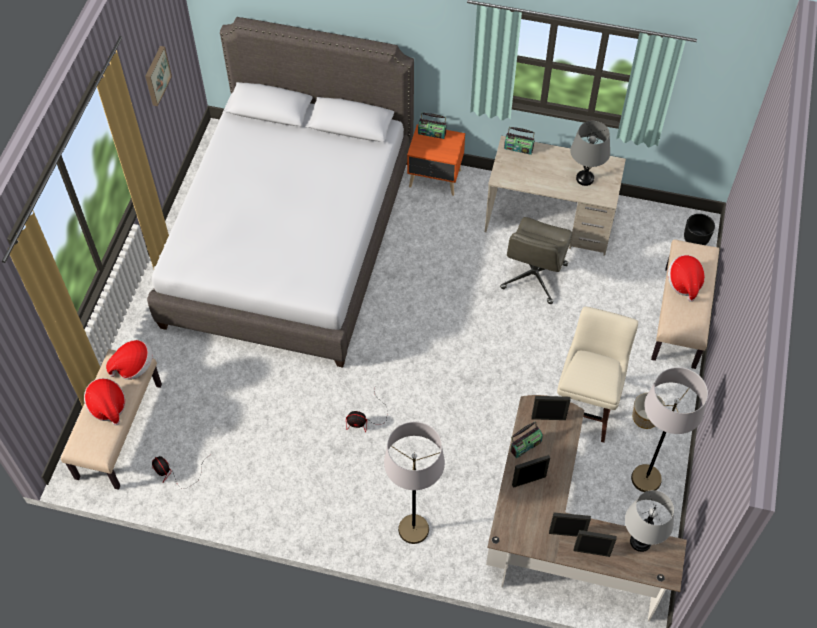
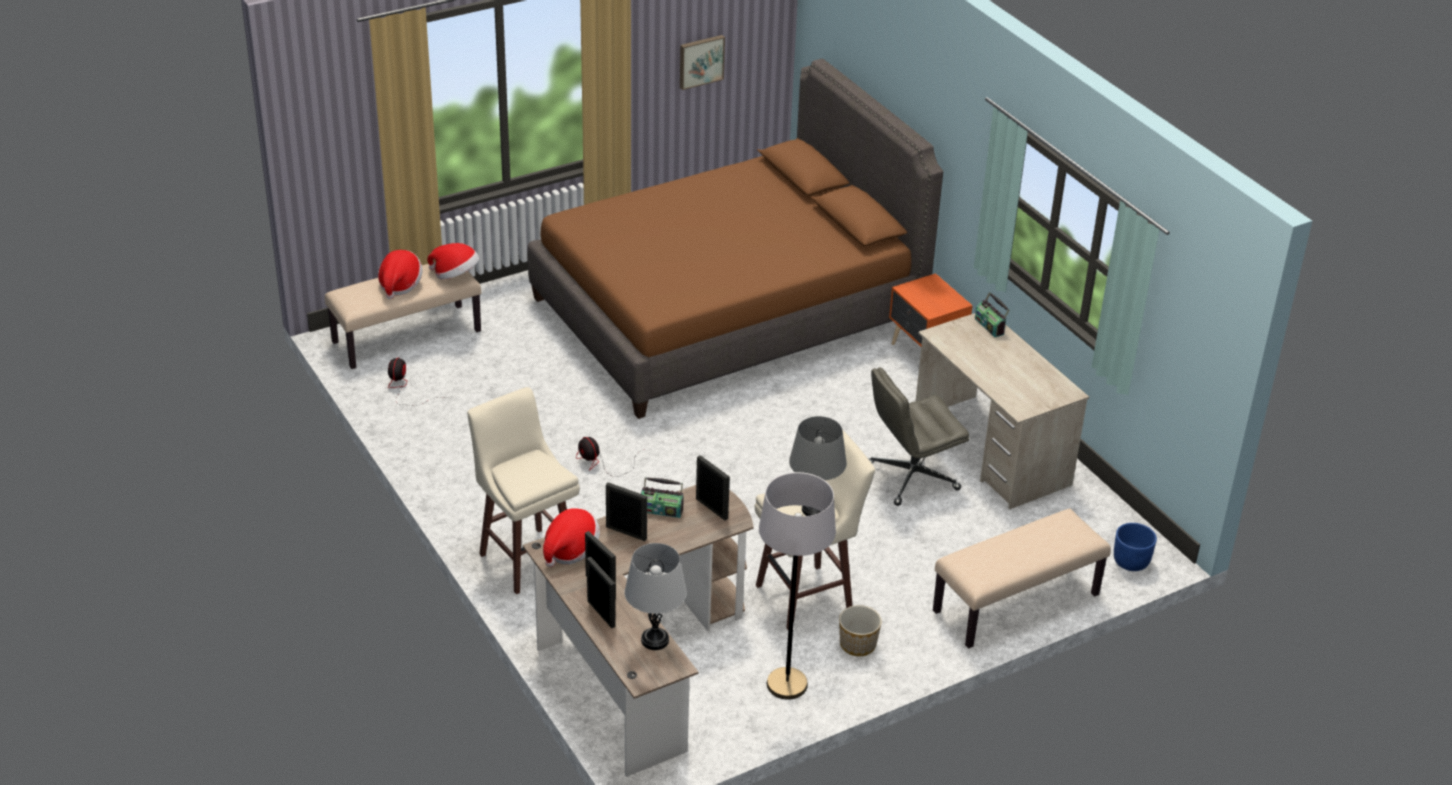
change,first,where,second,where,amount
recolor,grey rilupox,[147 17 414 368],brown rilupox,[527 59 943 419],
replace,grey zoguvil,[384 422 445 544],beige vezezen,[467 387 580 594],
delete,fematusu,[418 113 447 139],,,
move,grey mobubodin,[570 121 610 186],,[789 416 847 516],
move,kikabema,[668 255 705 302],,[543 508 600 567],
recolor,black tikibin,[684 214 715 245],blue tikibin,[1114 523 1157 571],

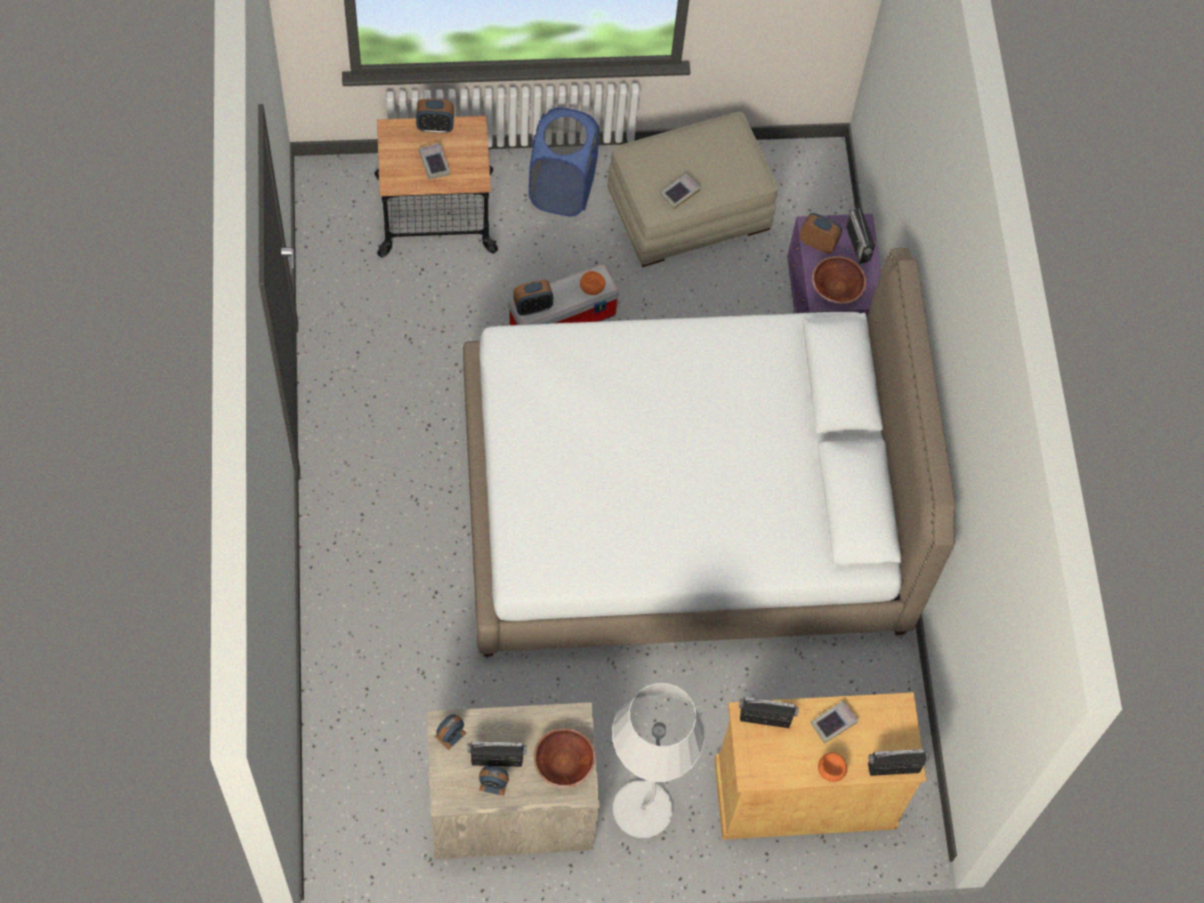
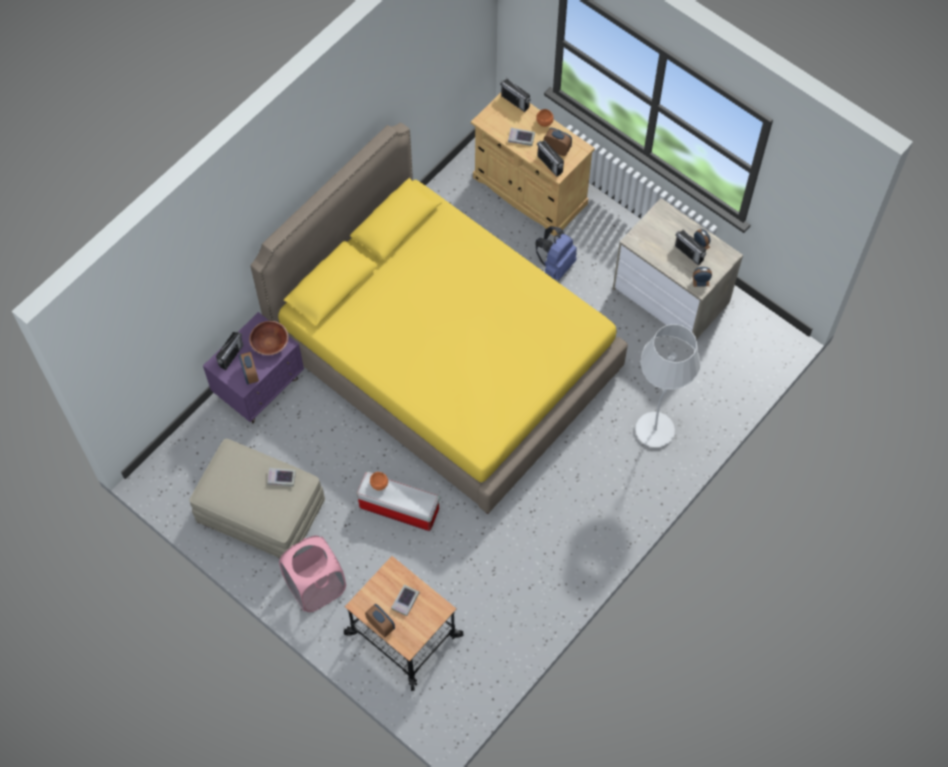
change,first,where,second,where,amount
recolor,white rilupox,[463 248 956 657],yellow rilupox,[250 123 628 514],
move,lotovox,[513 280 553 316],,[544 128 572 156],
recolor,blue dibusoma,[529 107 599 217],pink dibusoma,[279 536 346 612],
delete,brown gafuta,[534 728 596 788],,,
move,white zoguvil,[612 683 705 838],,[636 324 701 448],
insert,,,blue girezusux,[535 226 577 280],

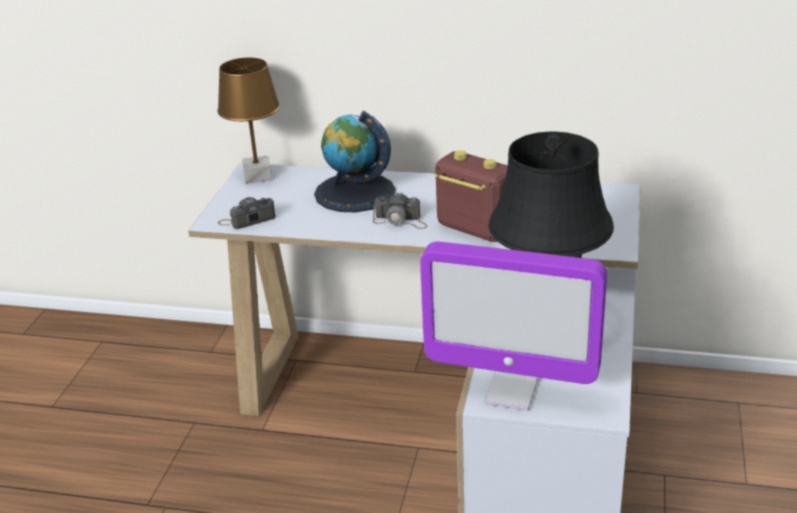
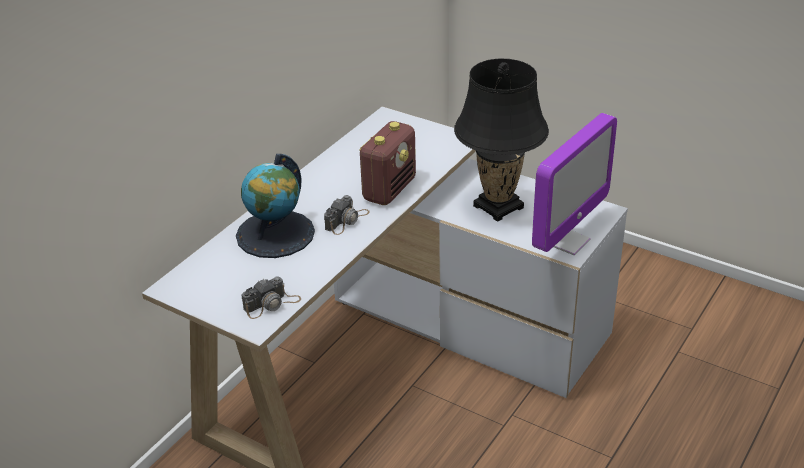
change,first,where,second,where,amount
delete,brown mobubodin,[217 58 280 183],,,
rotate,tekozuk,[218 197 276 229],,[242 276 301 319],120 degrees counterclockwise
rotate,fematusu,[435 150 508 242],,[359 121 416 205],150 degrees clockwise

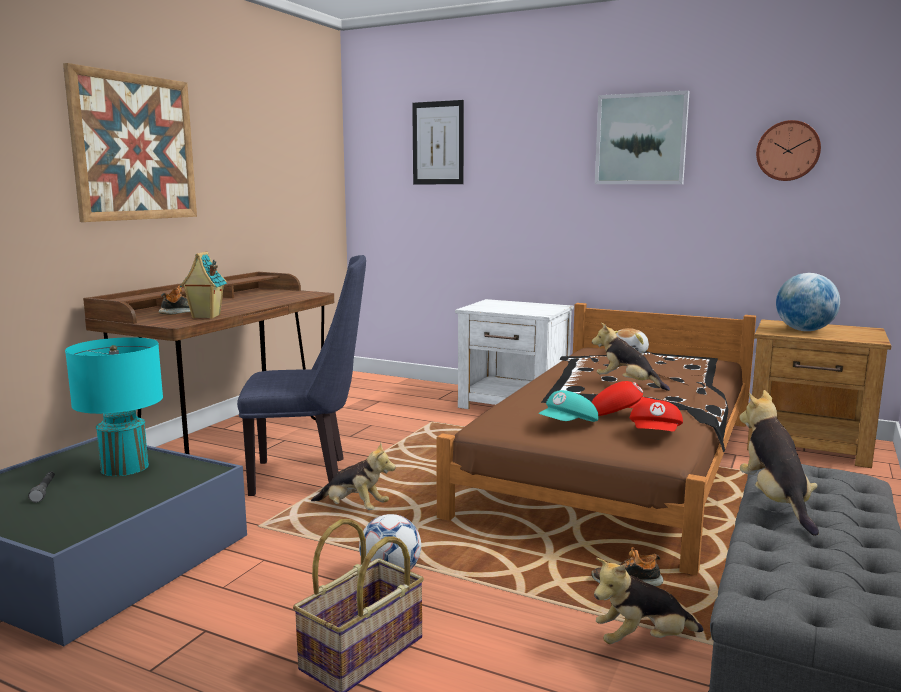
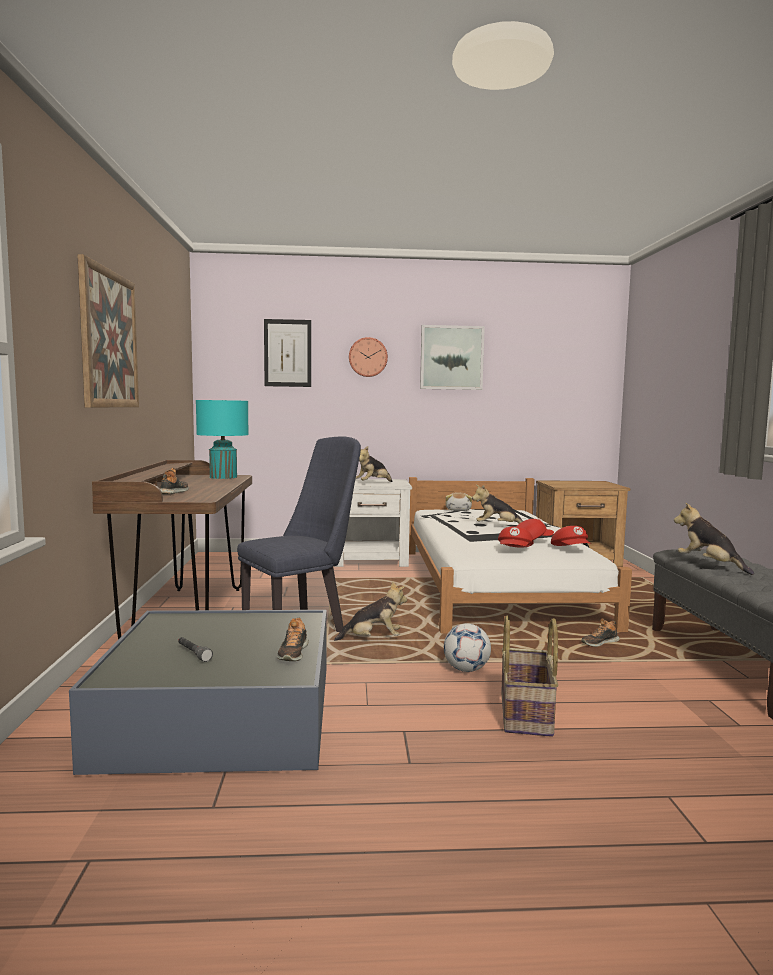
change,first,where,second,where,amount
move,turquoise mobubodin,[65 337 163 476],,[196 400 249 479],
delete,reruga,[180 251 227 319],,,
recolor,brown rilupox,[436 303 756 576],white rilupox,[409 477 632 633],
recolor,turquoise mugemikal,[538 390 598 422],red mugemikal,[498 526 534 548],
move,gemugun,[594 558 703 644],,[356 446 392 482],
move,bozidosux,[756 120 821 181],,[349 337 388 377],
delete,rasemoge,[776 273 840 331],,,
insert,,,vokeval,[277 618 309 661],

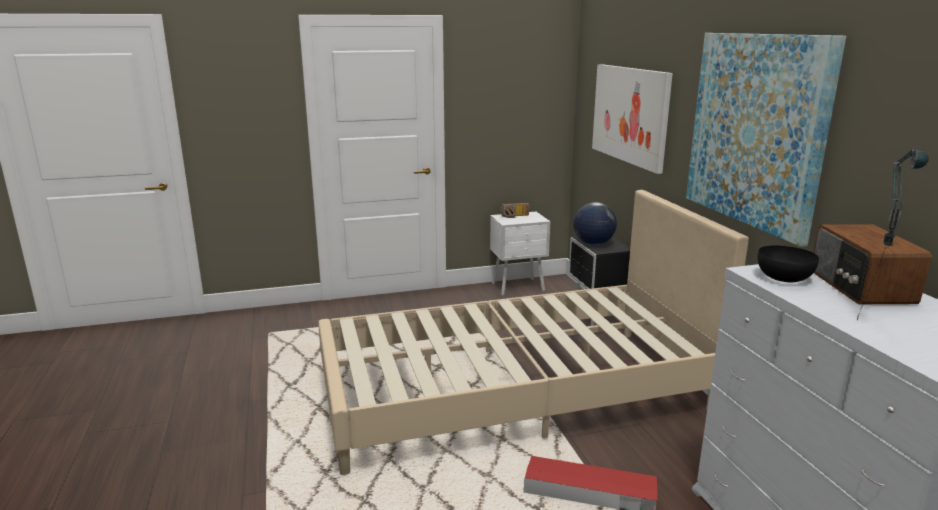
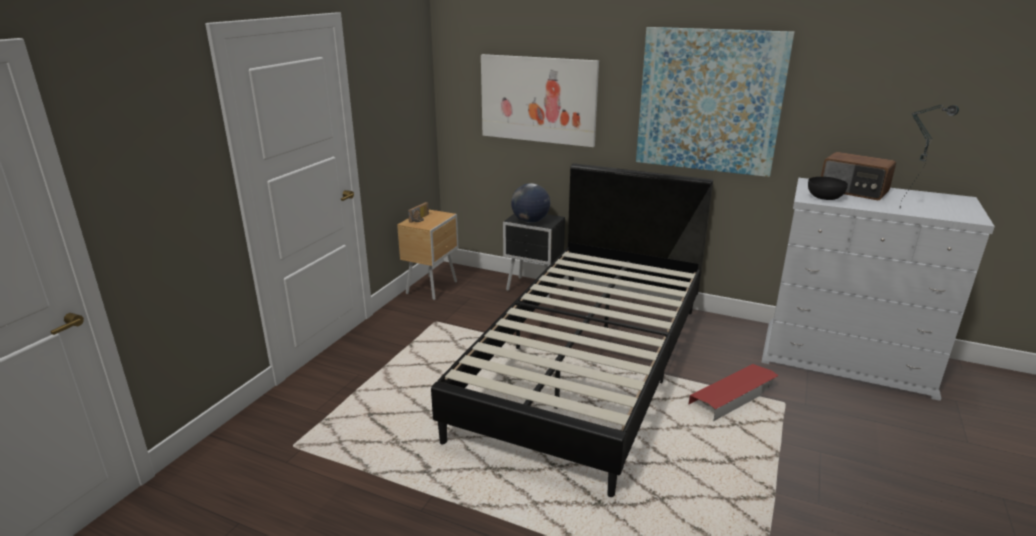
change,first,where,second,where,amount
recolor,beige rilupox,[318 190 749 475],black rilupox,[431 163 713 497],
recolor,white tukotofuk,[490 212 550 296],brown tukotofuk,[397 210 458 300],

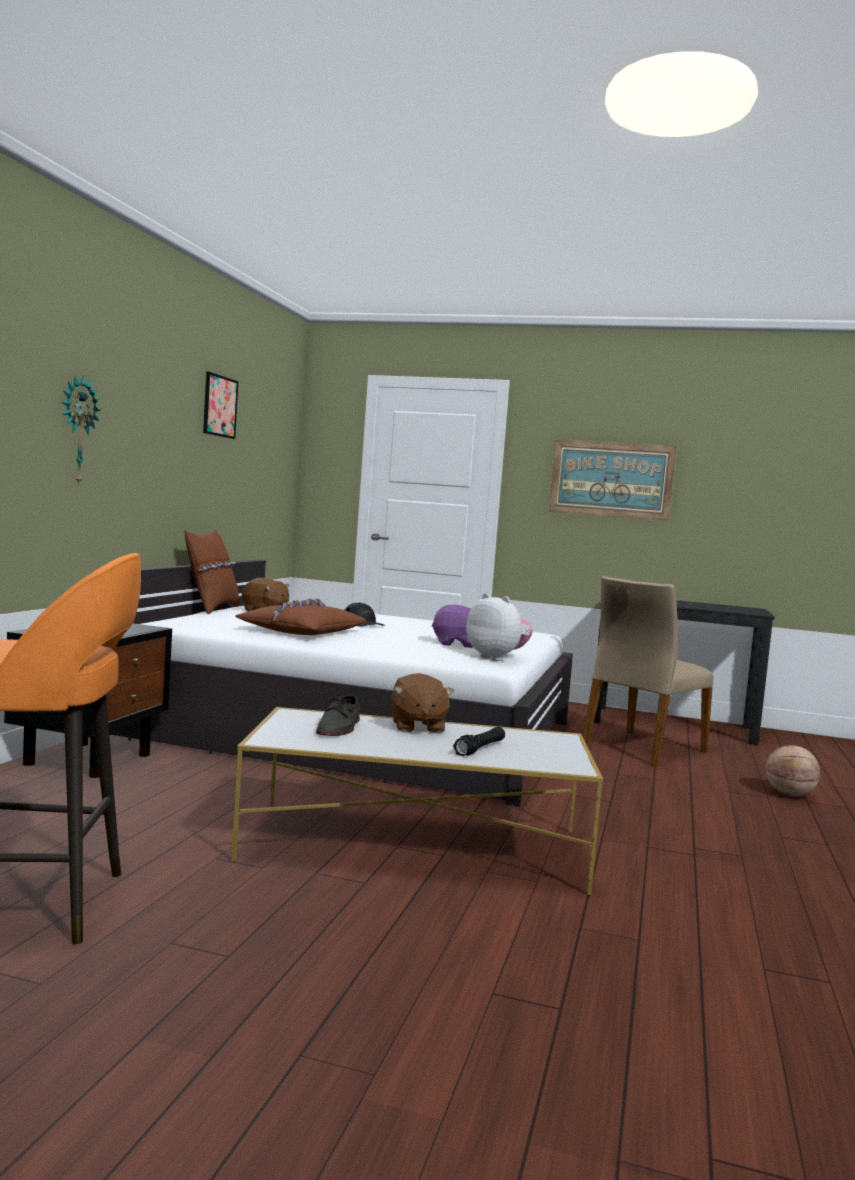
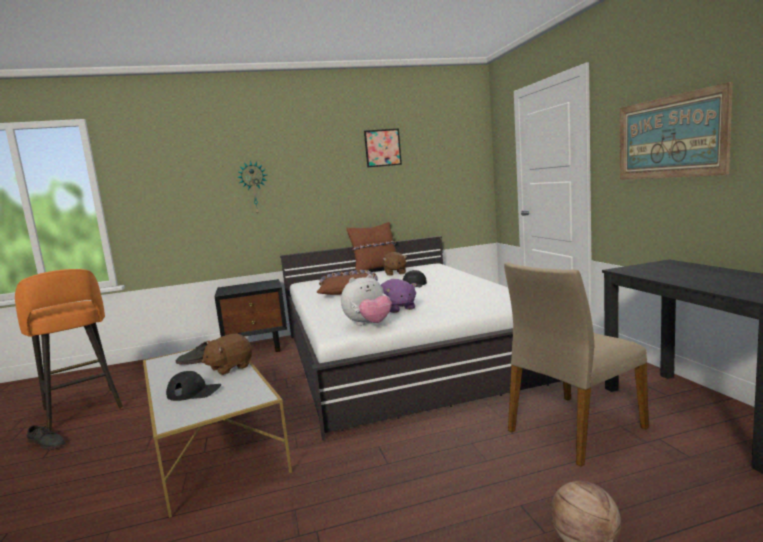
change,first,where,second,where,amount
replace,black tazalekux,[453 727 505 756],black mugemikal,[166 371 221 401],
rotate,gemugun,[466 593 533 661],,[341 274 392 326],45 degrees clockwise
rotate,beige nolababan,[583 576 713 767],,[504 262 649 466],45 degrees counterclockwise
insert,,,grey vokeval,[26 425 65 450],

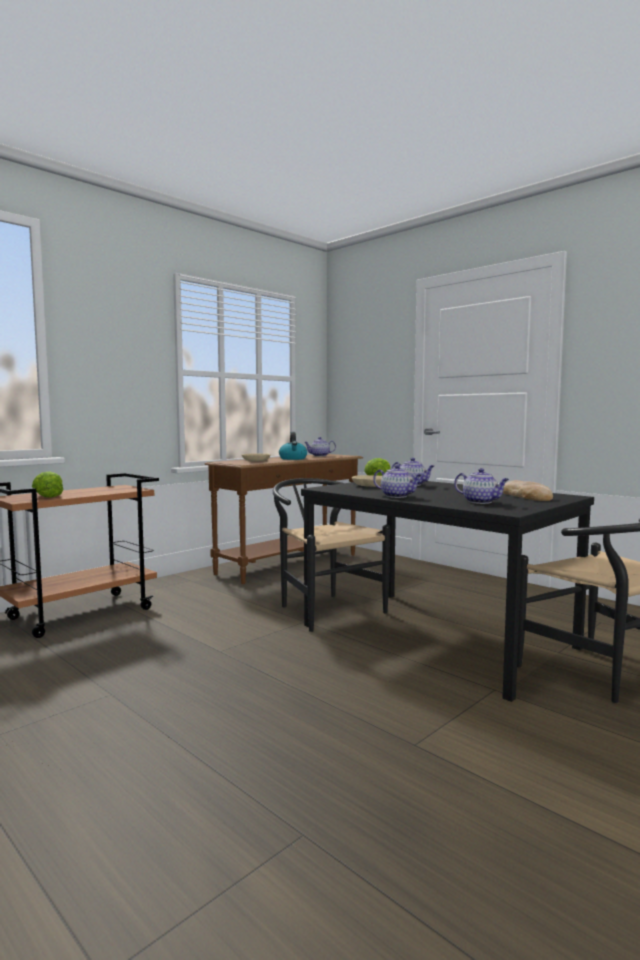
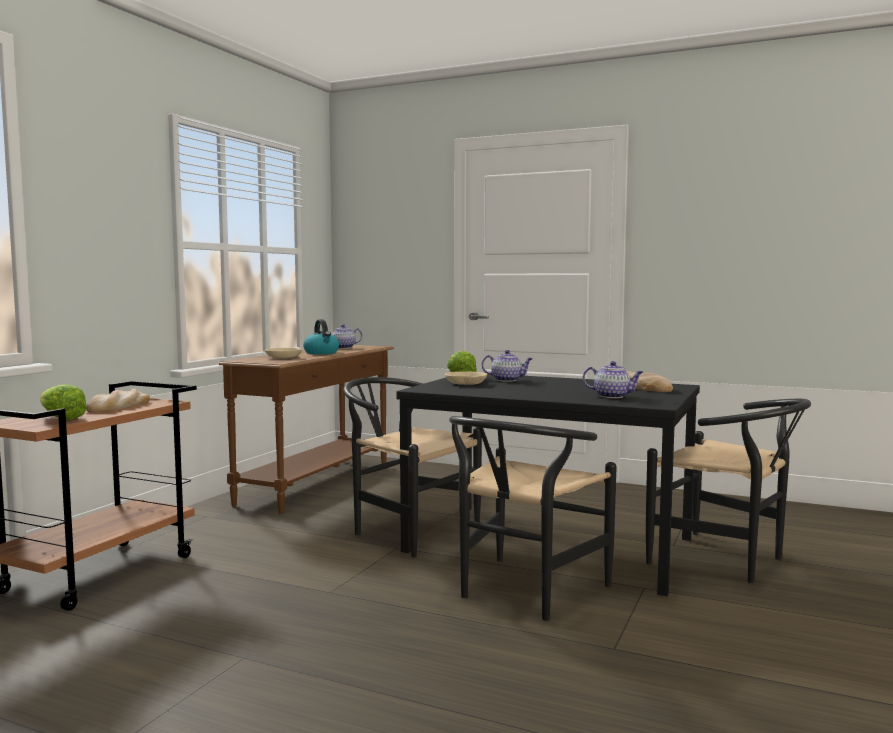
change,first,where,second,where,amount
delete,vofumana,[373 465 422 498],,,
insert,,,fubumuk,[86 388 150 413],
insert,,,black nolababan,[449 416 617 621],

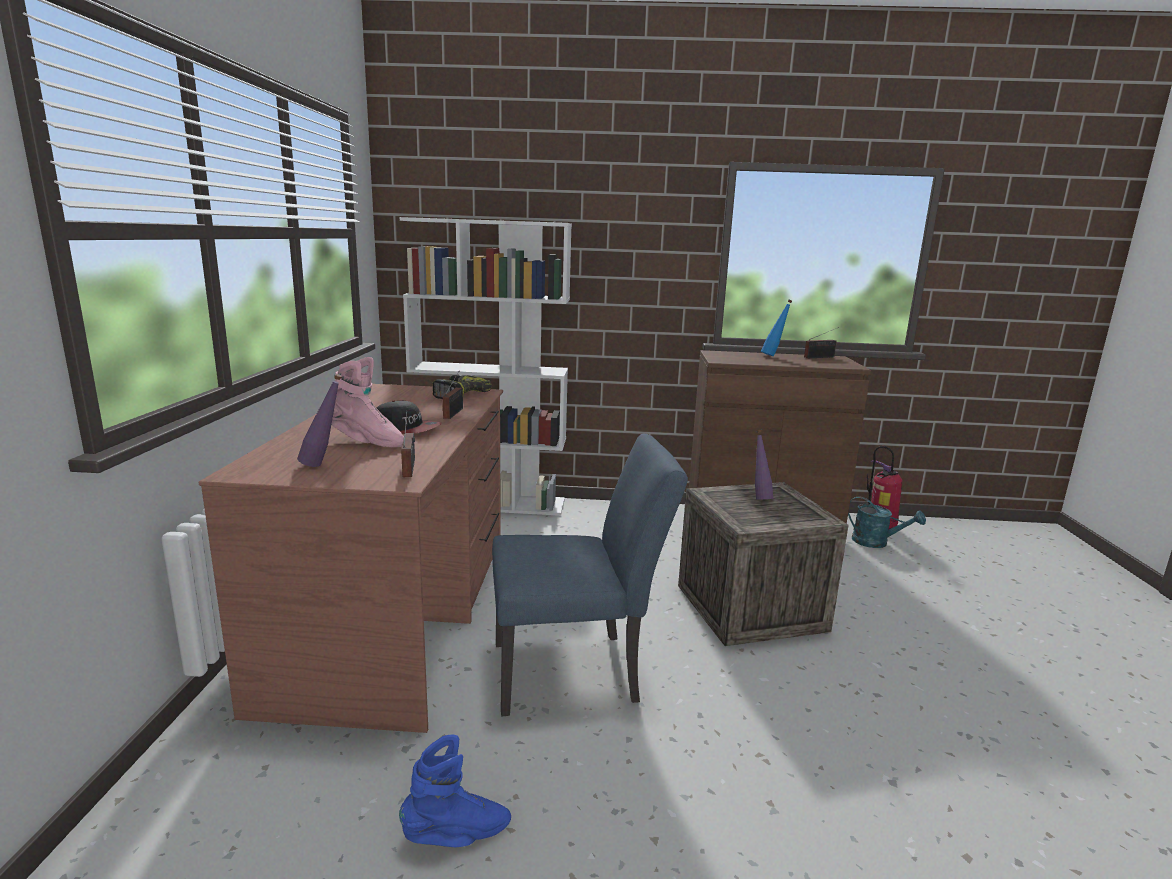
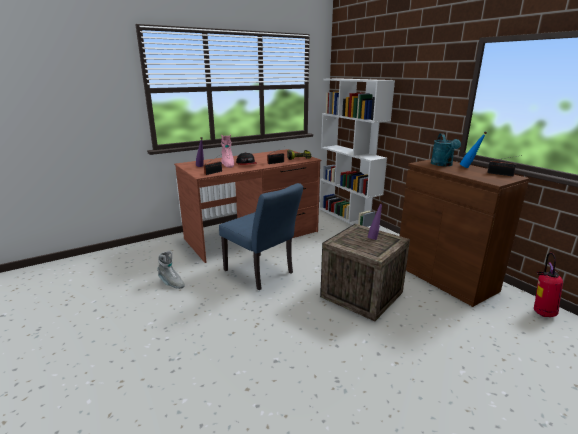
change,first,where,second,where,amount
recolor,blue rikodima,[399 734 511 847],grey rikodima,[157 251 184 289],
move,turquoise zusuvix,[848 496 926 548],,[431 133 461 166],

